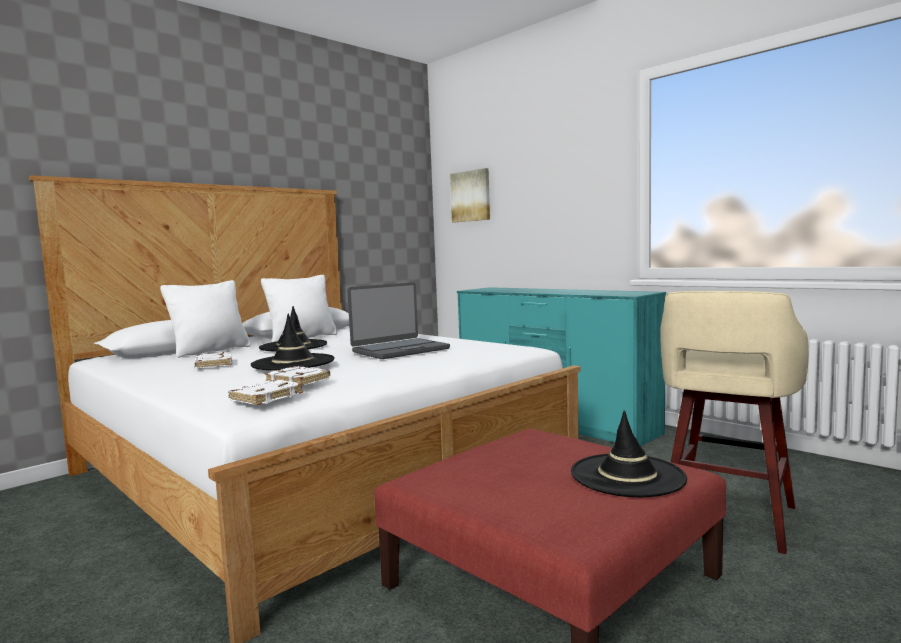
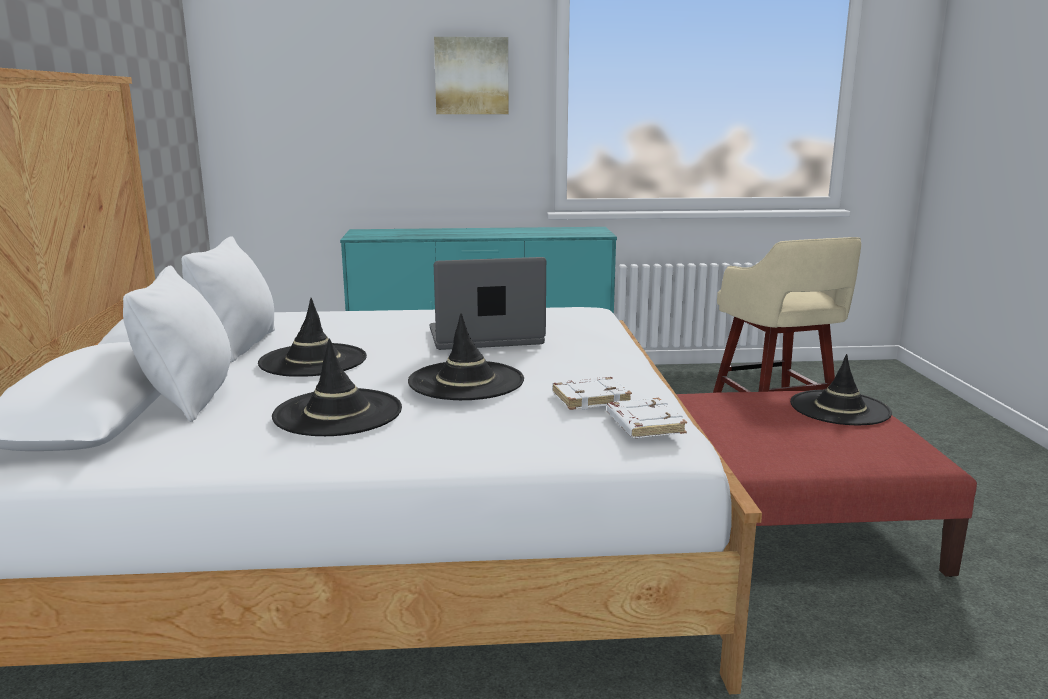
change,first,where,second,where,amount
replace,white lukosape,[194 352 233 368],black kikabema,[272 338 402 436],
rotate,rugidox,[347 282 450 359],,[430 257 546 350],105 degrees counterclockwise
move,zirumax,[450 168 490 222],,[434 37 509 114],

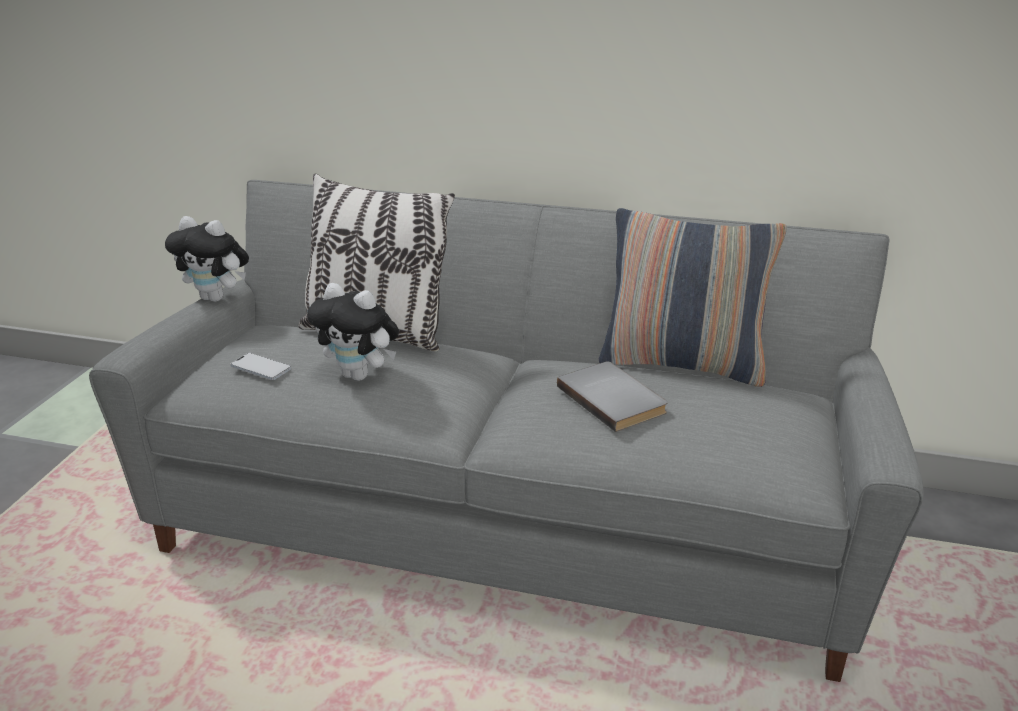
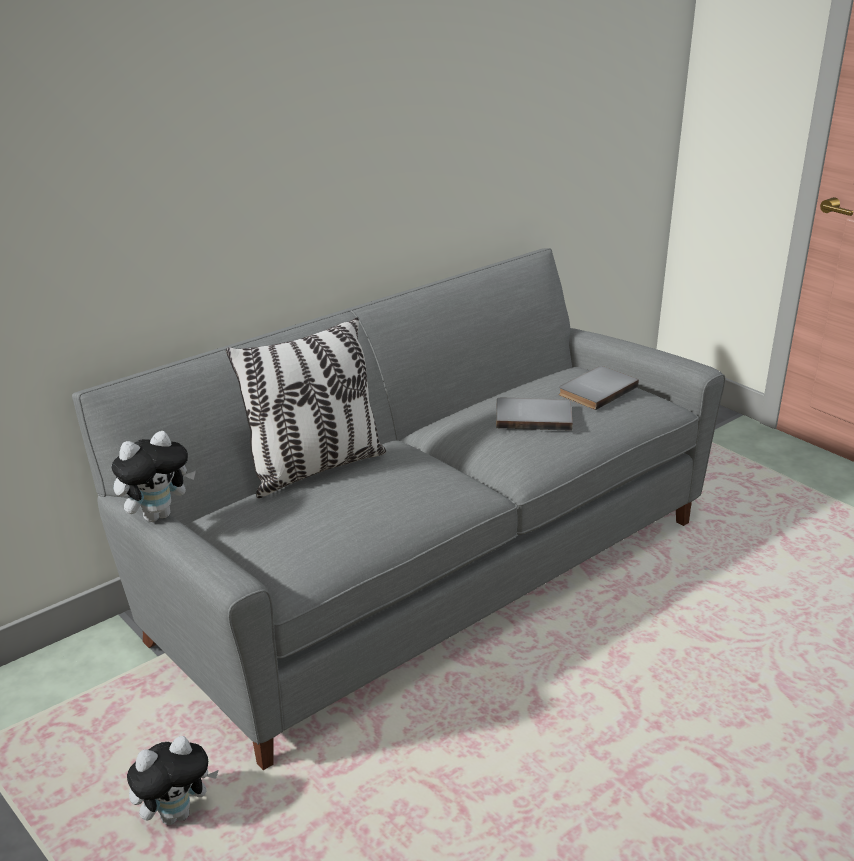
change,first,where,second,where,amount
delete,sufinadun,[231 353 291 380],,,
move,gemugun,[307 283 399 381],,[127 736 218 825],
delete,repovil,[599 208 787 387],,,
insert,,,grey lukosape,[559 366 639 410],

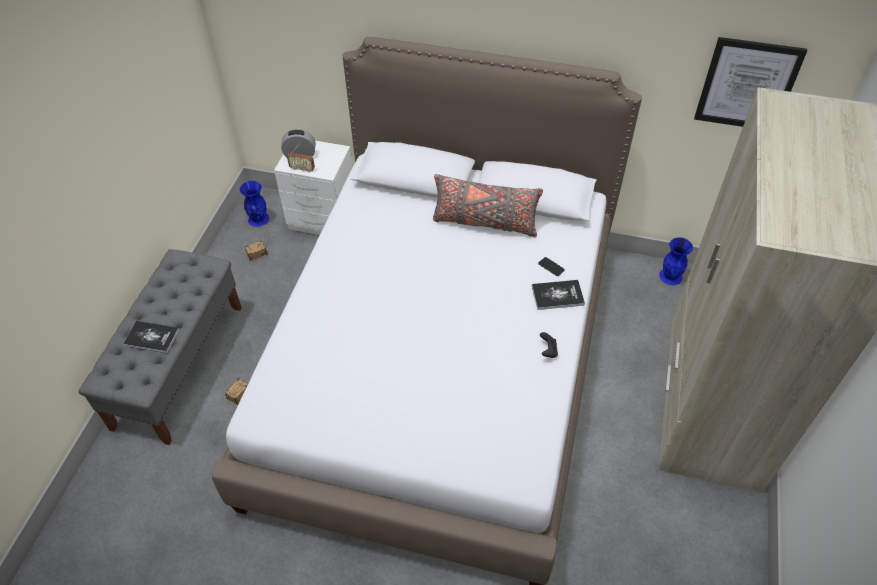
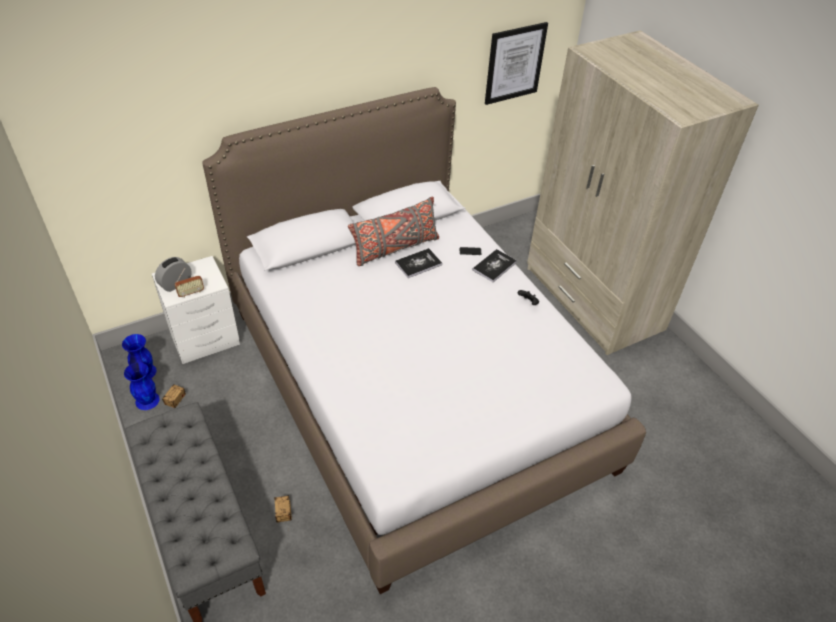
change,first,where,second,where,amount
move,lukosape,[123 321 179 353],,[395 248 442 278],
move,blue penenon,[659 237 693 285],,[124 362 160 410],

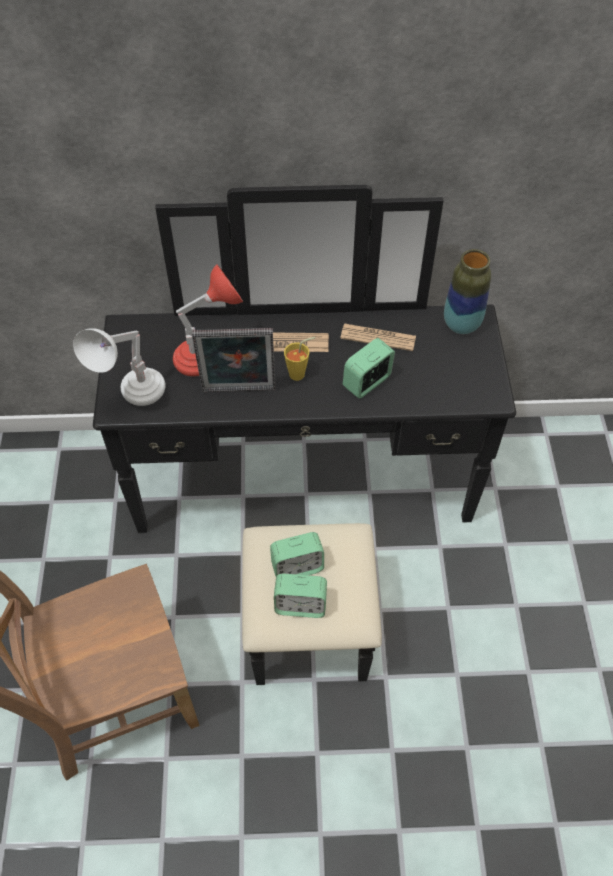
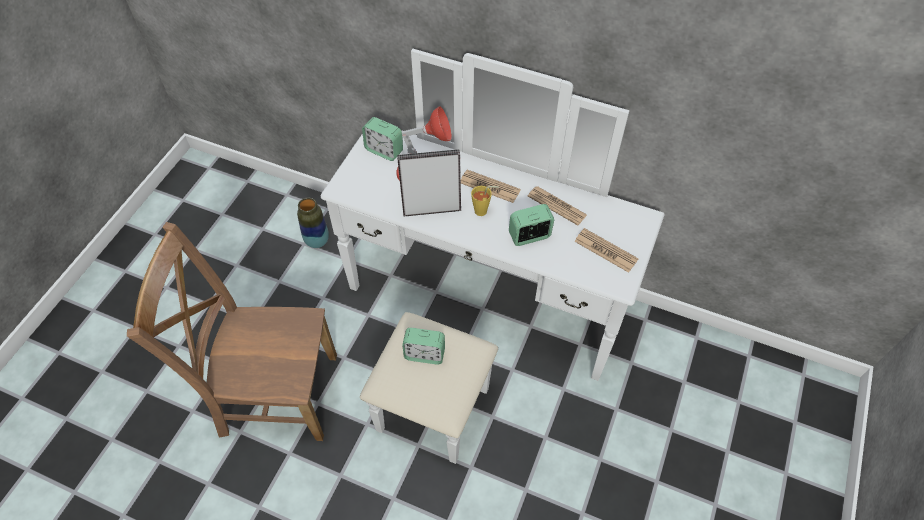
change,first,where,second,where,amount
delete,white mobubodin,[73 328 166 406],,,
recolor,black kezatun,[93 185 516 685],white kezatun,[321 49 665 464],
rotate,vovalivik,[192 328 276 392],,[397 149 461 216],150 degrees clockwise
move,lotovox,[274 573 327 618],,[362 117 403 161],
move,penenon,[444 249 491 334],,[297 198 329 248],
insert,,,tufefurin,[574 228 639 273],

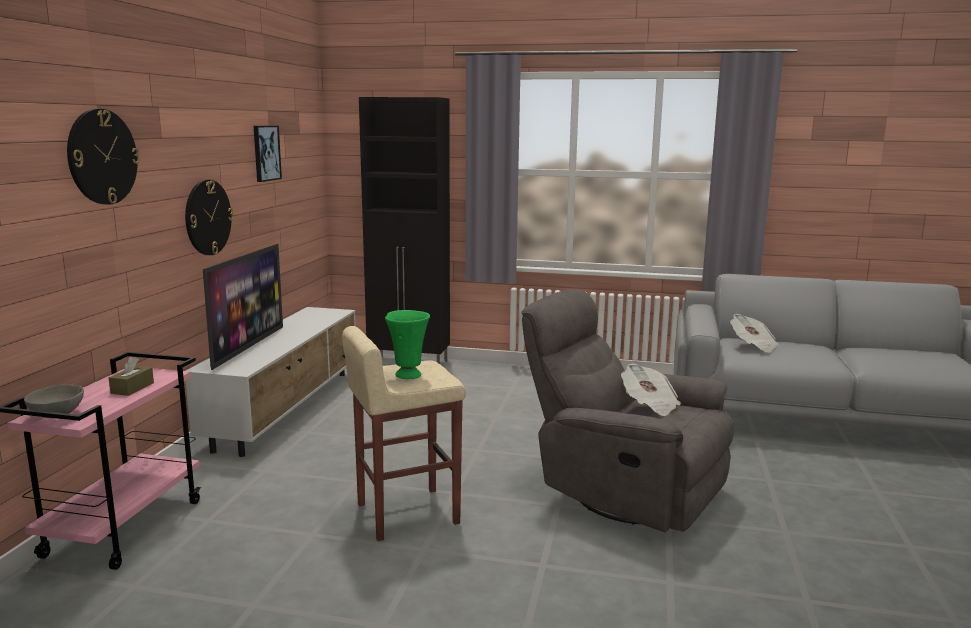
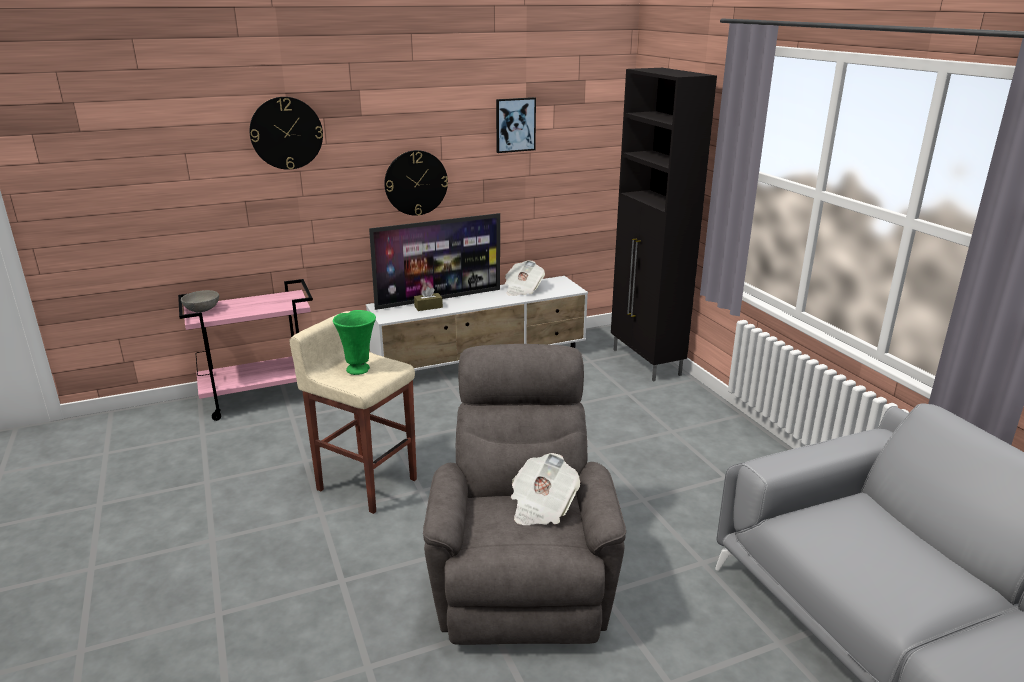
change,first,where,second,where,amount
move,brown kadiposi,[109 357 154 396],,[414 287 443 311],
move,tufefurin,[730 314 779 353],,[505 260 545 296],

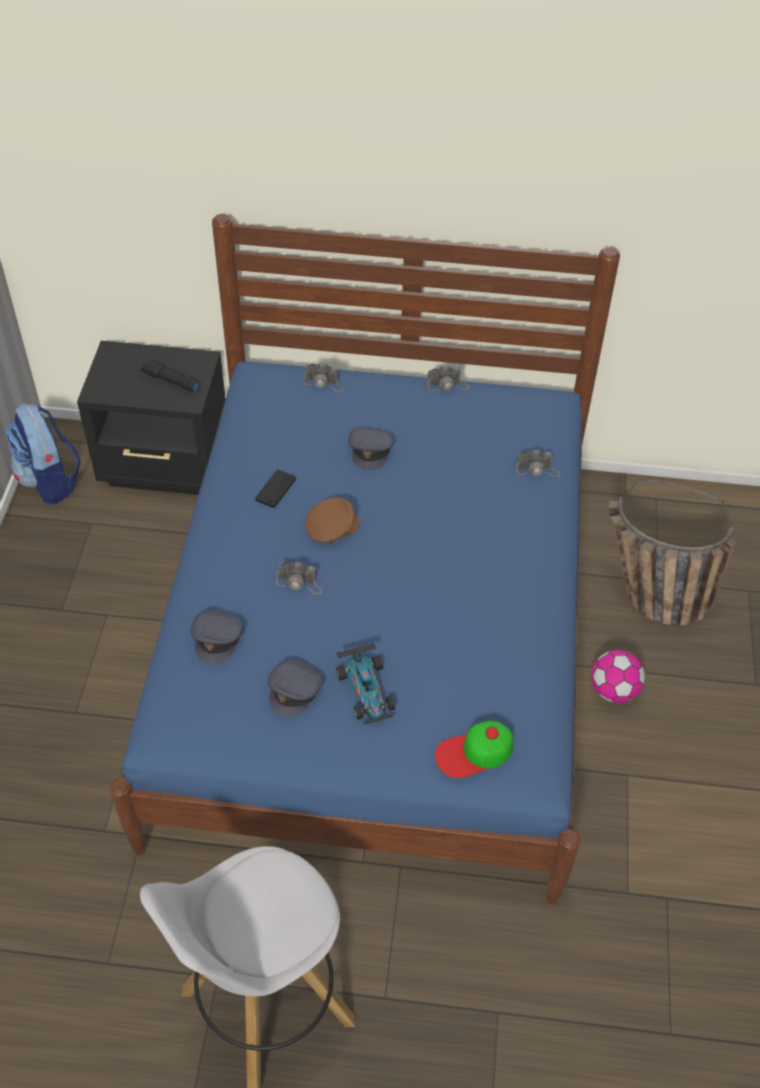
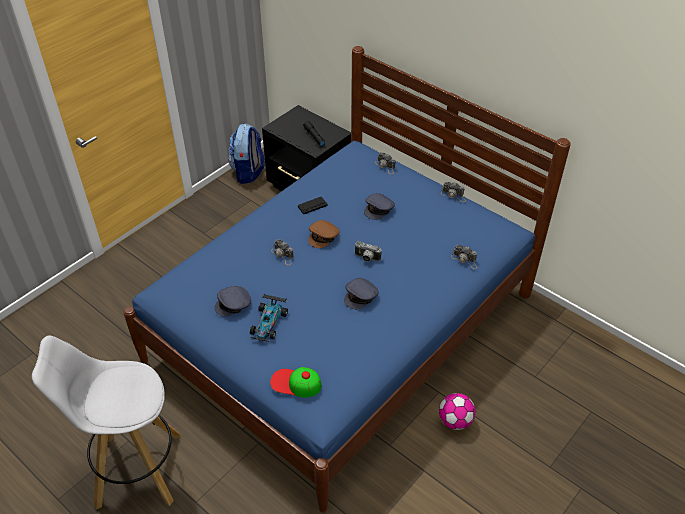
change,first,where,second,where,amount
move,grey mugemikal,[190 610 243 664],,[344 278 379 309],
rotate,brown mugemikal,[305 497 360 544],,[308 220 340 248],120 degrees clockwise
delete,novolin,[608 480 737 626],,,
insert,,,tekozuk,[354 241 382 262],

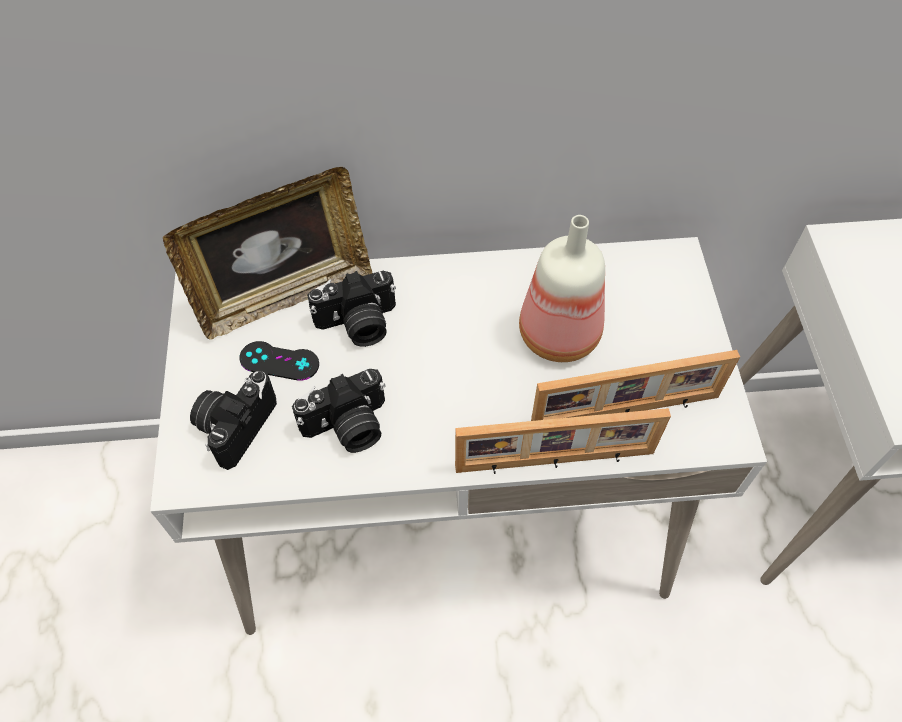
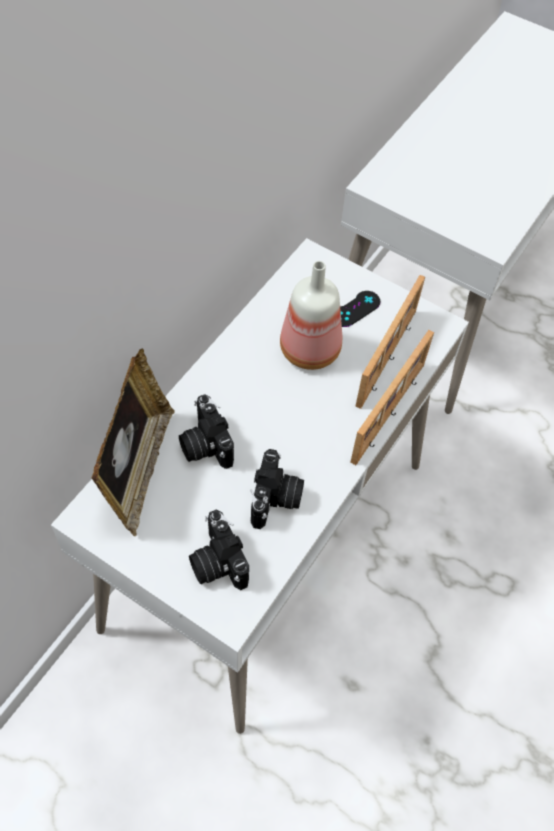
change,first,where,second,where,amount
move,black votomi,[239 341 319 381],,[340 291 380 327],
rotate,tekozuk,[307 271 396 347],,[179 394 234 469],135 degrees clockwise

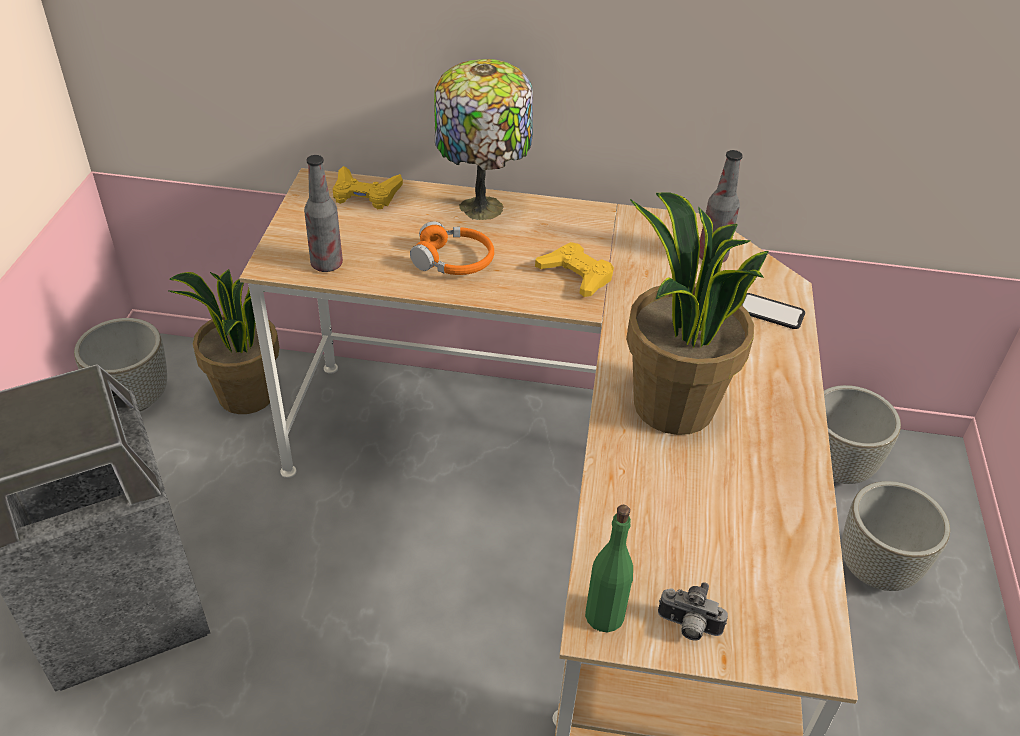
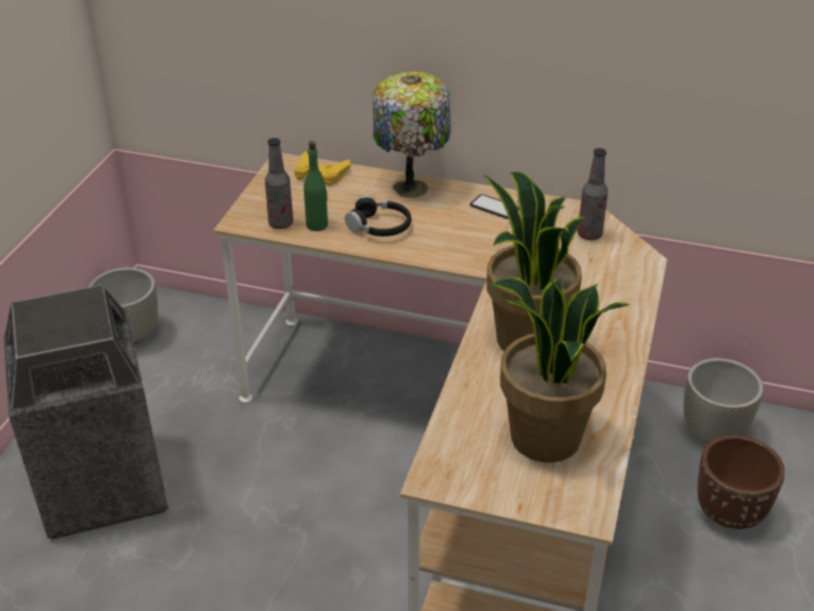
change,first,where,second,where,amount
move,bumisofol,[169 269 279 414],,[490 277 630 463],
recolor,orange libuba,[410 221 494 275],black libuba,[345 195 411 236],
delete,yellow votomi,[535 242 614 297],,,
move,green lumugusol,[585 505 633 632],,[304 141 328 231],
delete,tekozuk,[658 583 728 641],,,
move,sufinadun,[742 293 805 329],,[470 194 519 219],
recolor,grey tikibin,[842 481 950 591],brown tikibin,[697 435 785 529],

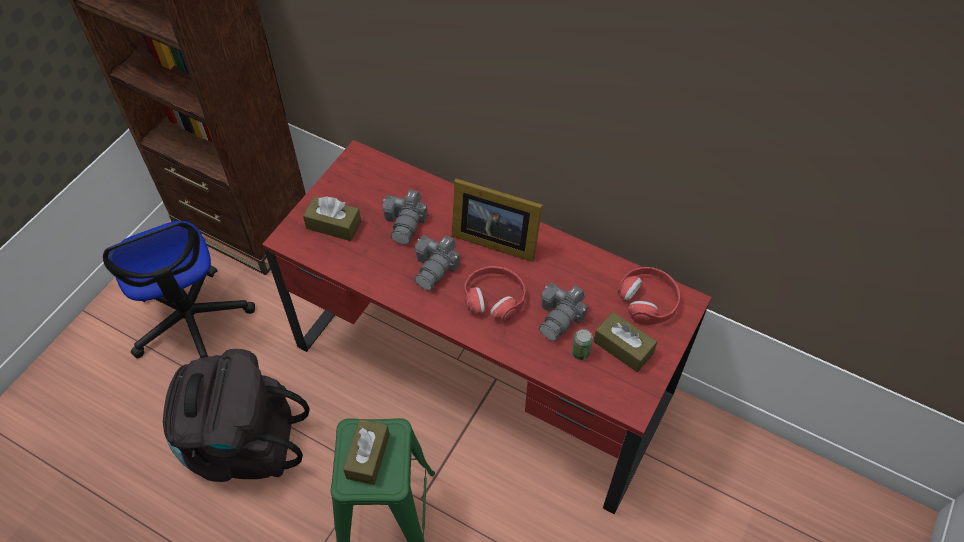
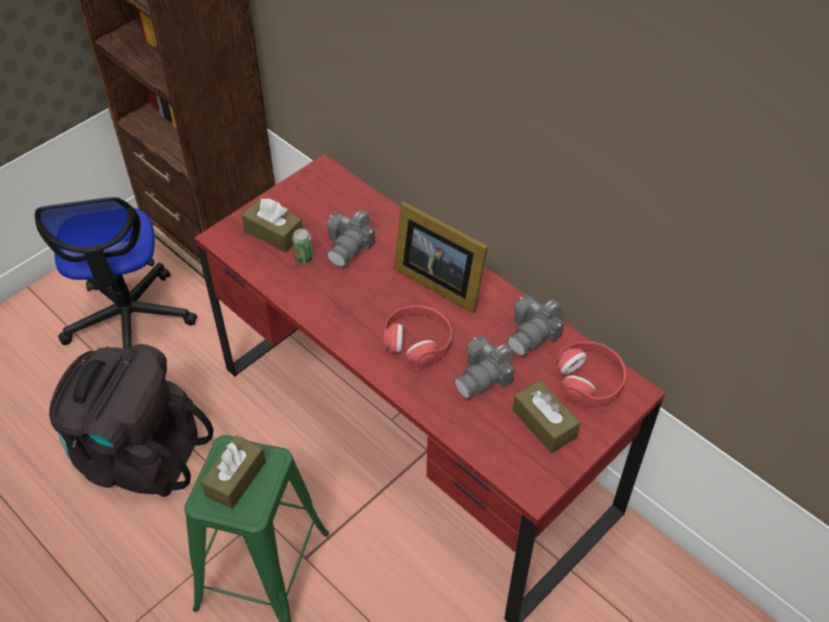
change,first,where,second,where,amount
move,tekozuk,[415 235 460 290],,[507 294 564 356],
move,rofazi,[572 329 593 360],,[292 229 313 264],

